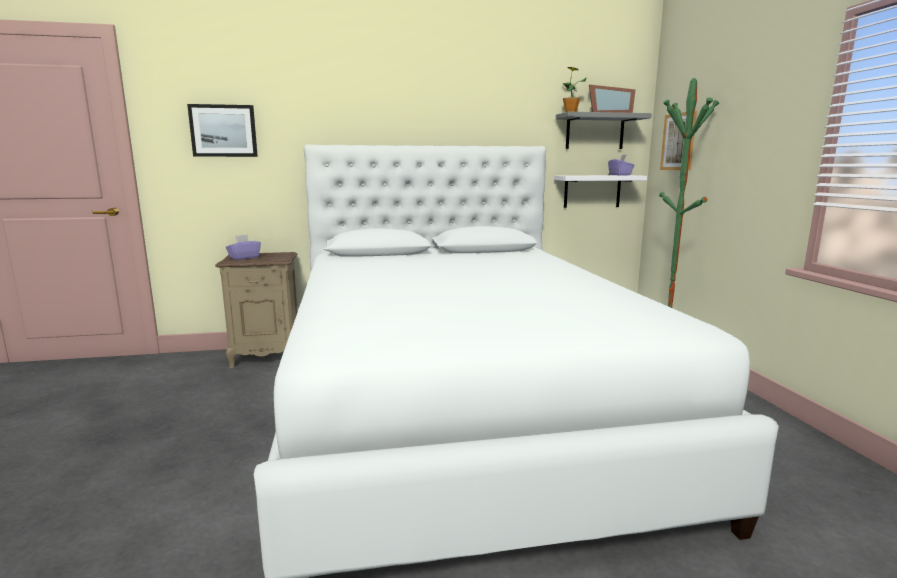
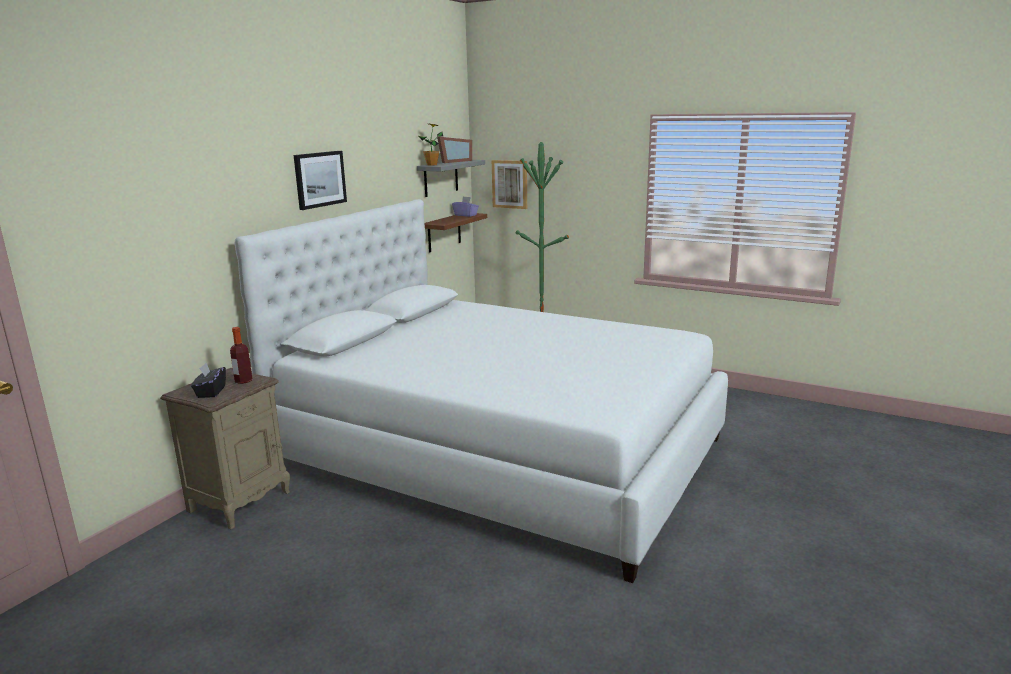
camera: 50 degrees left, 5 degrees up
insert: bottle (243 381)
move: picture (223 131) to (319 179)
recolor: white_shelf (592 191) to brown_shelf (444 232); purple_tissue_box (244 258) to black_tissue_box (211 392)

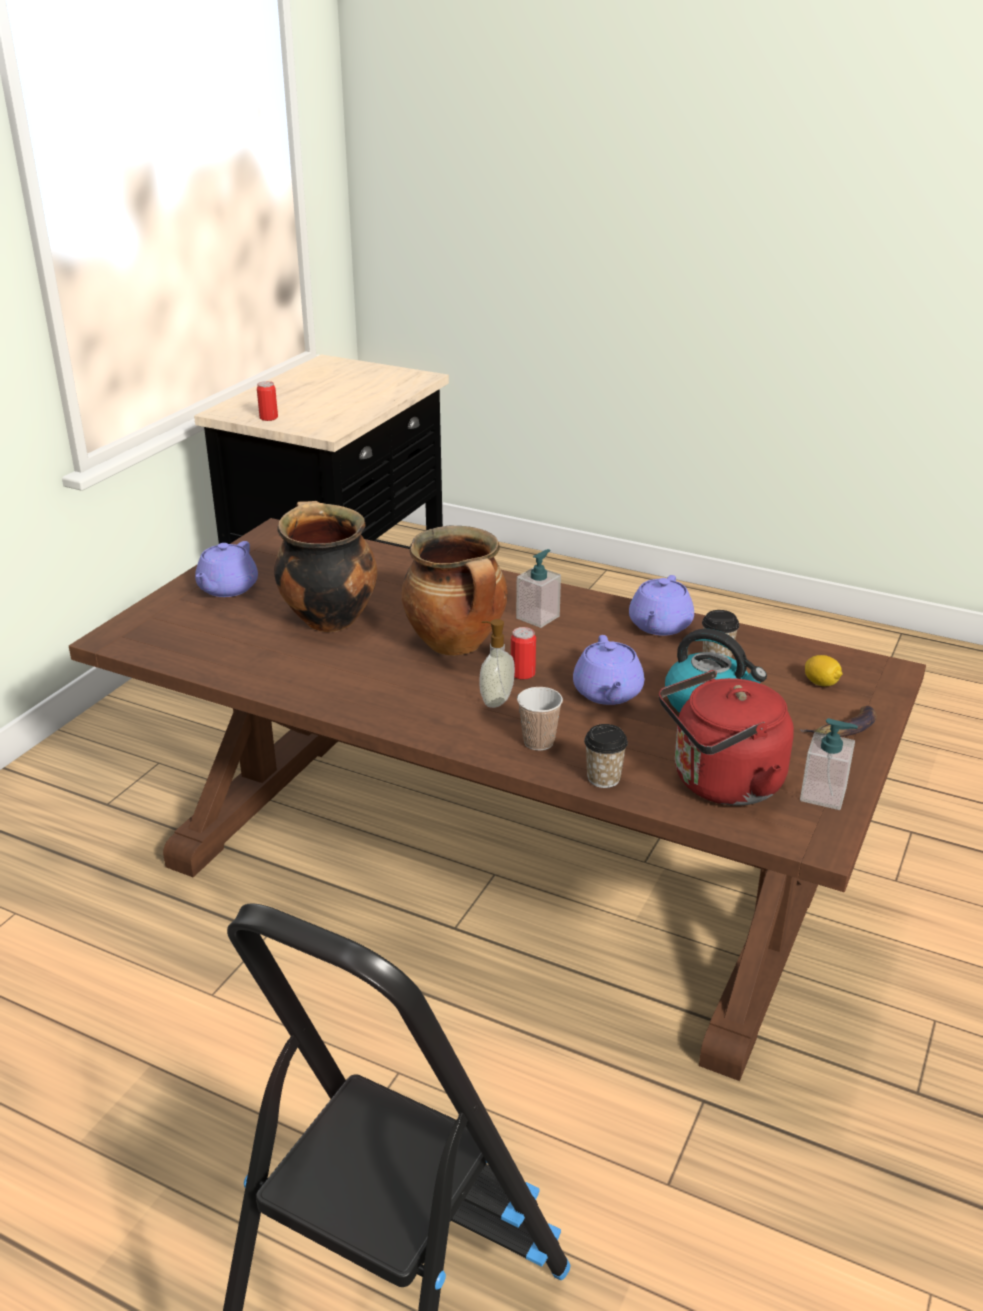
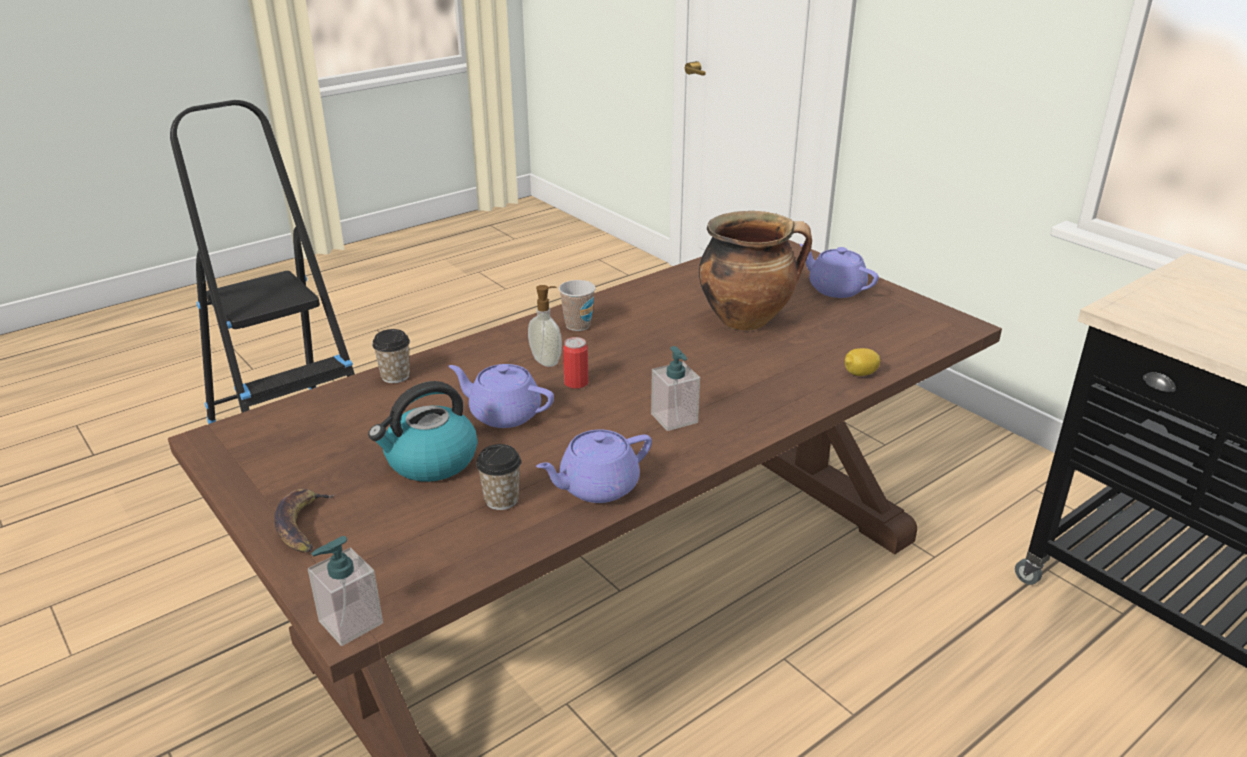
camera: 115 degrees right, 0 degrees up
delete: can (268 418); cooking_pot (457 645); red_kettle (721 784)
move: lemon (821 683) to (860 374); cup (538 742) to (578 325); soap_dispenser (823 794) to (350 622)
rotate: purple_teapot (659 626) = (597 487) 75 degrees counterclockwise

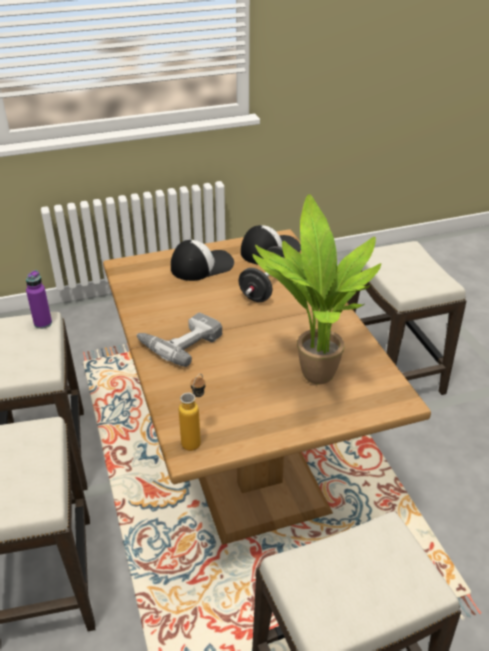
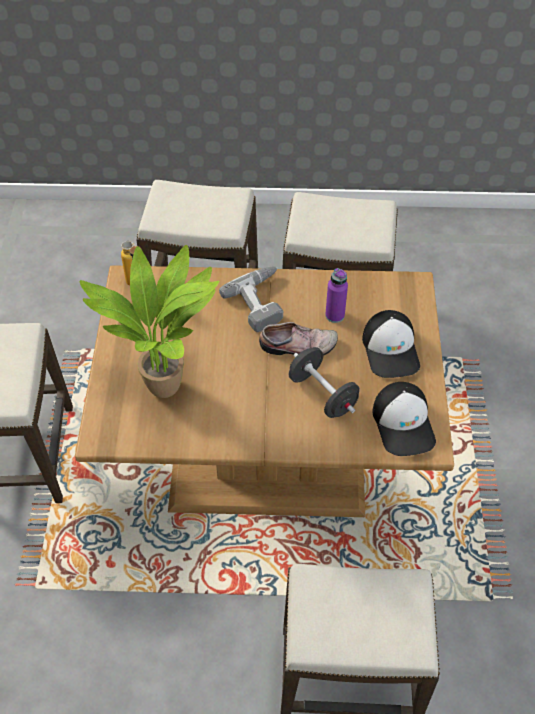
camera: 110 degrees right, 15 degrees up
insert: shoe (298 347)
move: purple_bottle (43 323) to (335 315)

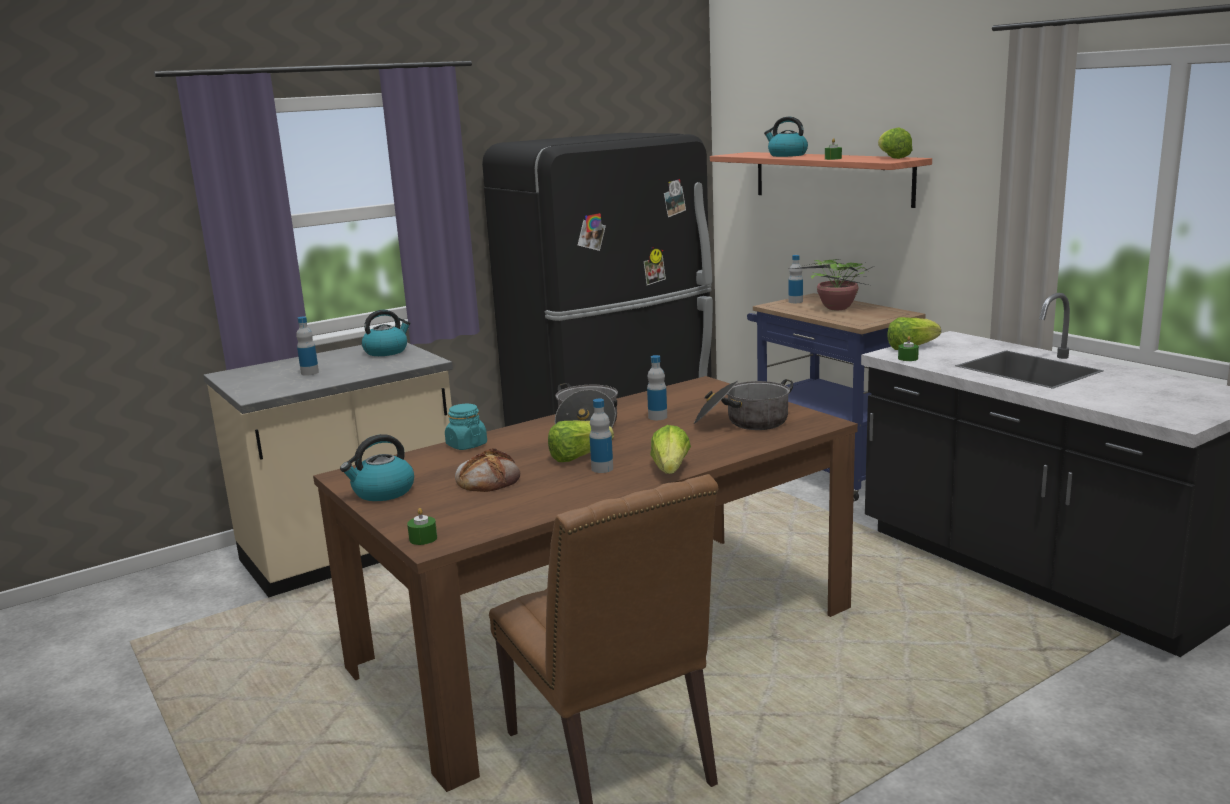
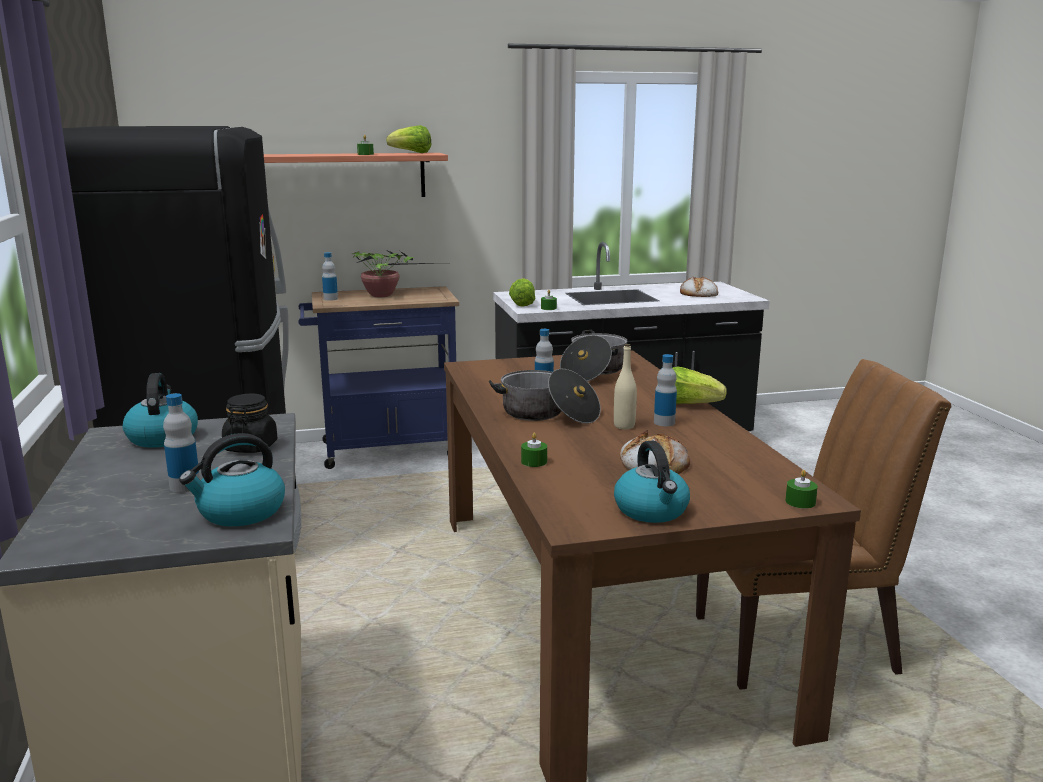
camera: 70 degrees left, 0 degrees up
insert: bread (698 293); black_jar (251 447)
move: kettle (786 155) to (240 512)
replace: turquoise_jar (466 445) to green_candle (534 461); lettuce (578 457) to beige_bottle (624 426)

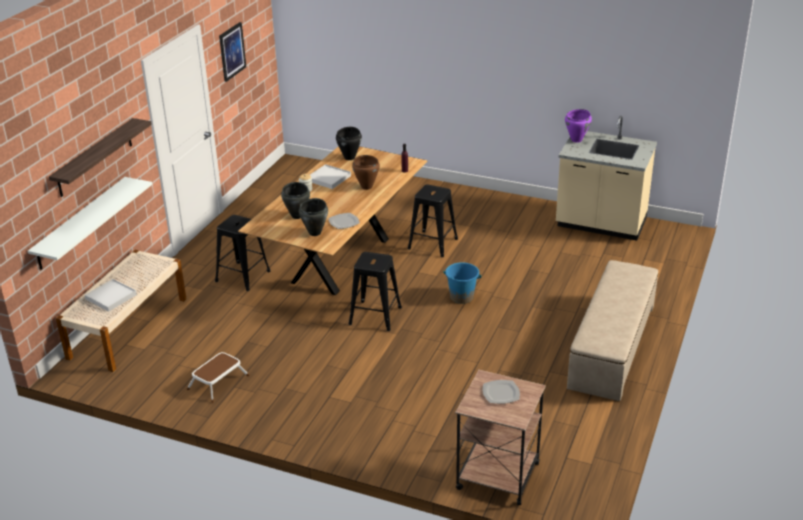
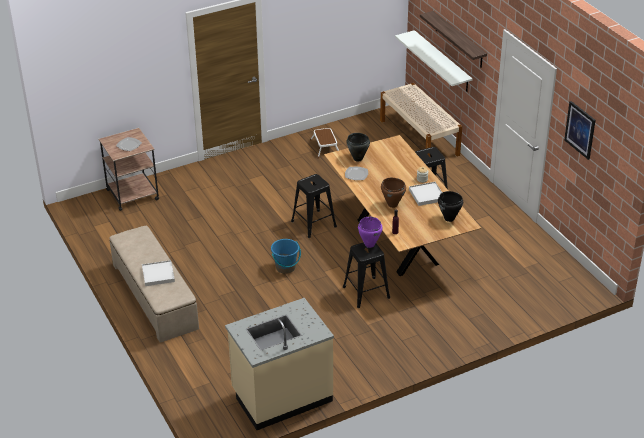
camera: 130 degrees right, 5 degrees up
delete: black_cooking_pot (297 216)
move: purple_cooking_pot (576 140) to (369 244); white_tray (111 297) to (158 274)

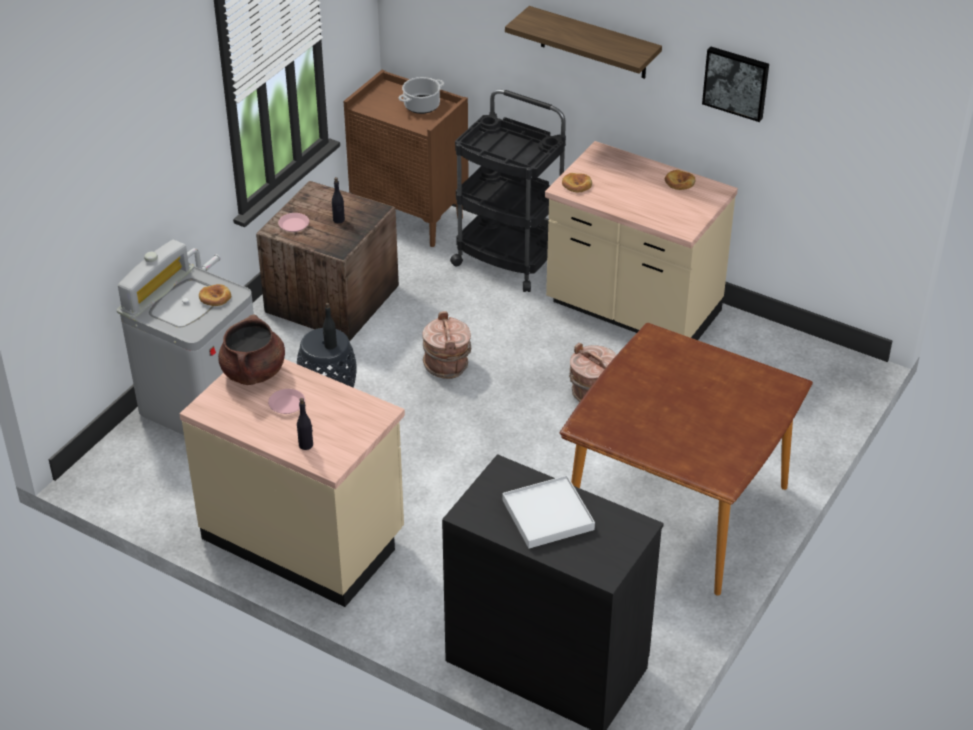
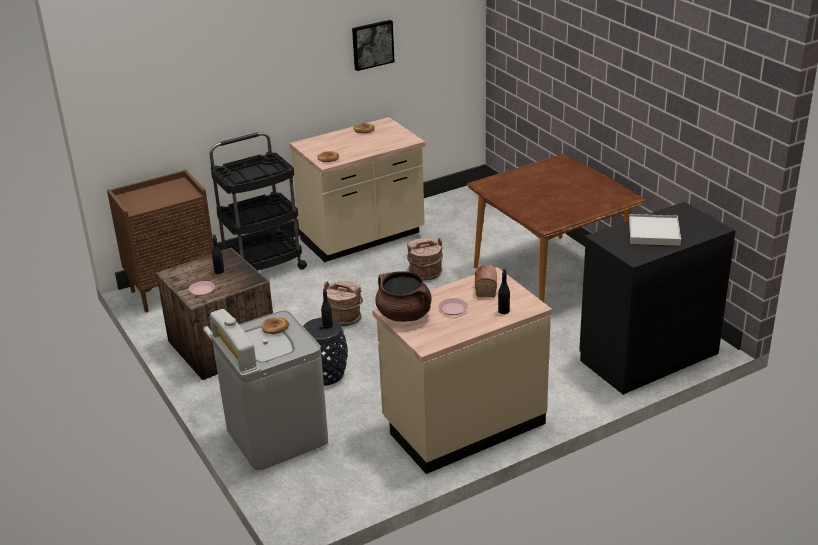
camera: 60 degrees left, 10 degrees down
delete: shelf (593 43); cooking_pot (421 106)
insert: bread (485 286)

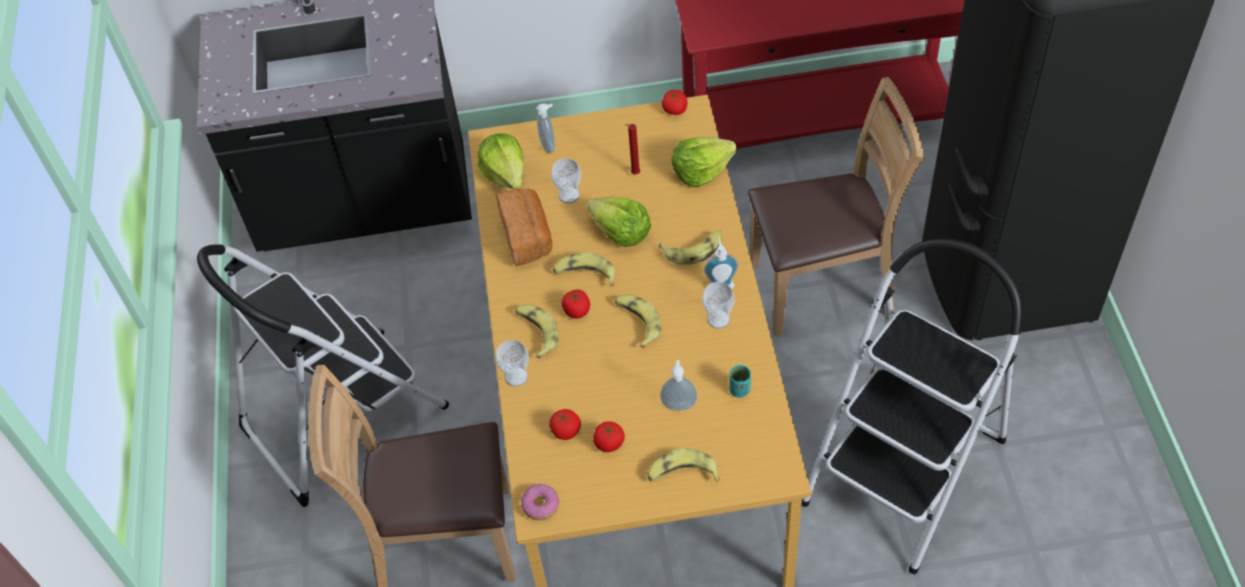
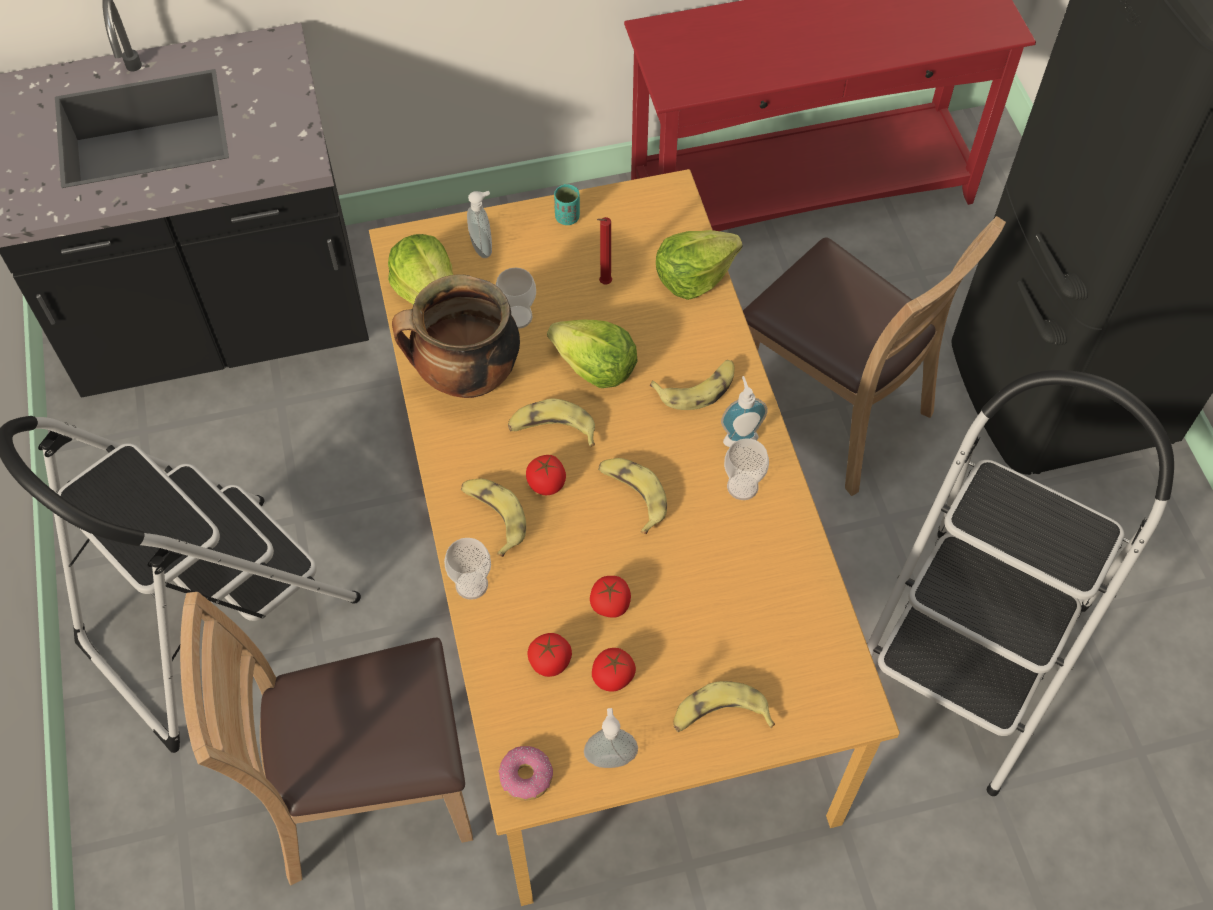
camera: 10 degrees left, 5 degrees up
move: tomato (675 110) to (610 604); soap_dispenser (679 404) to (610 757); turquoise_cup (739 390) to (567 217)
replace: bread (527 237) to cooking_pot (466 379)
rotate: brown_chair (823 286) = (834 410) 60 degrees clockwise

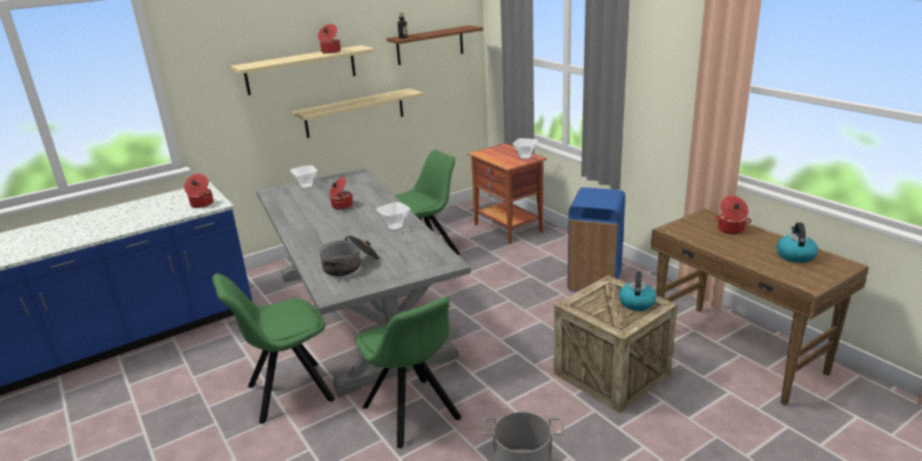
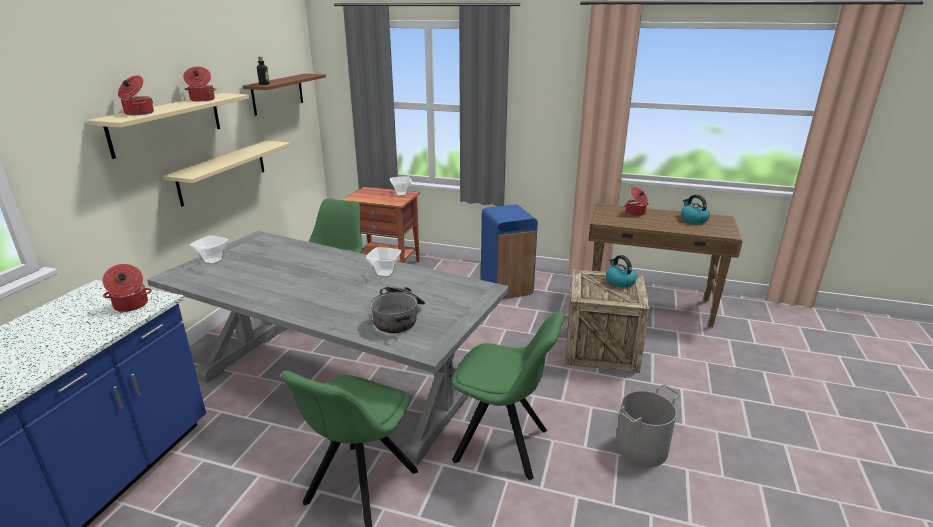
camera: 40 degrees left, 0 degrees up
move: cooking_pot (341 206) to (138 113)

